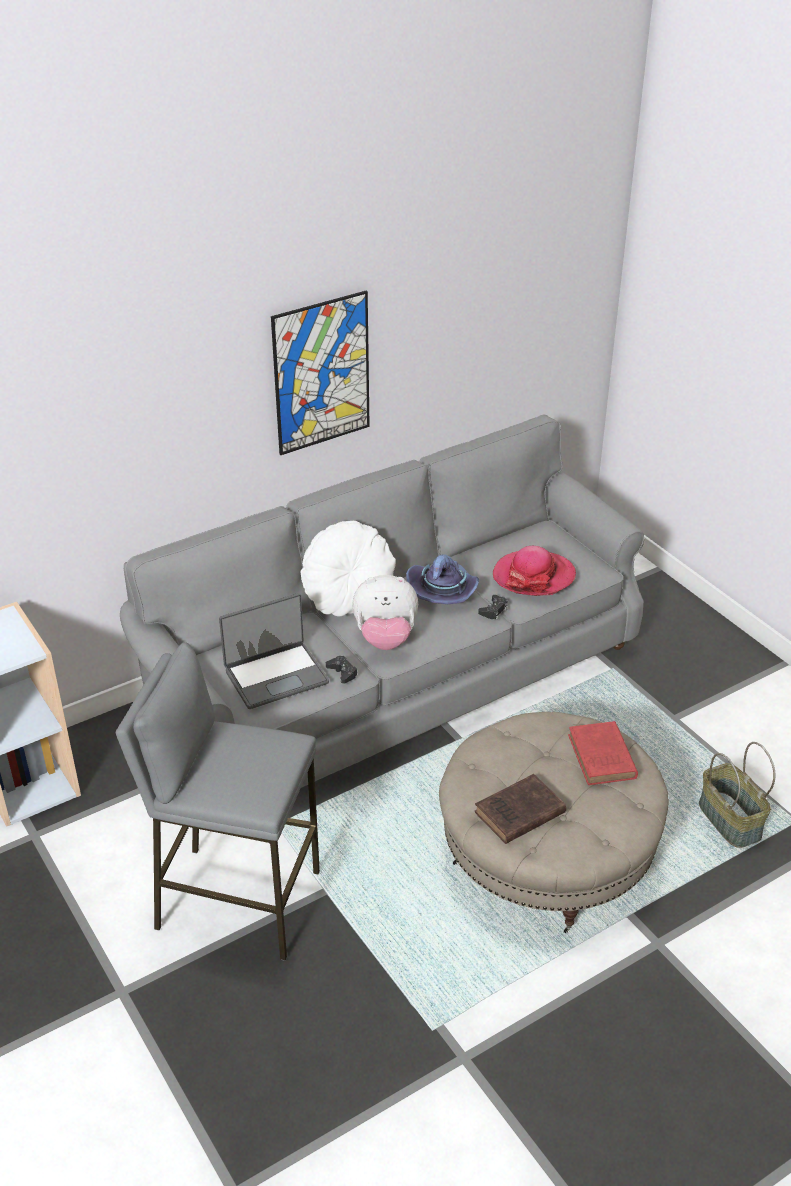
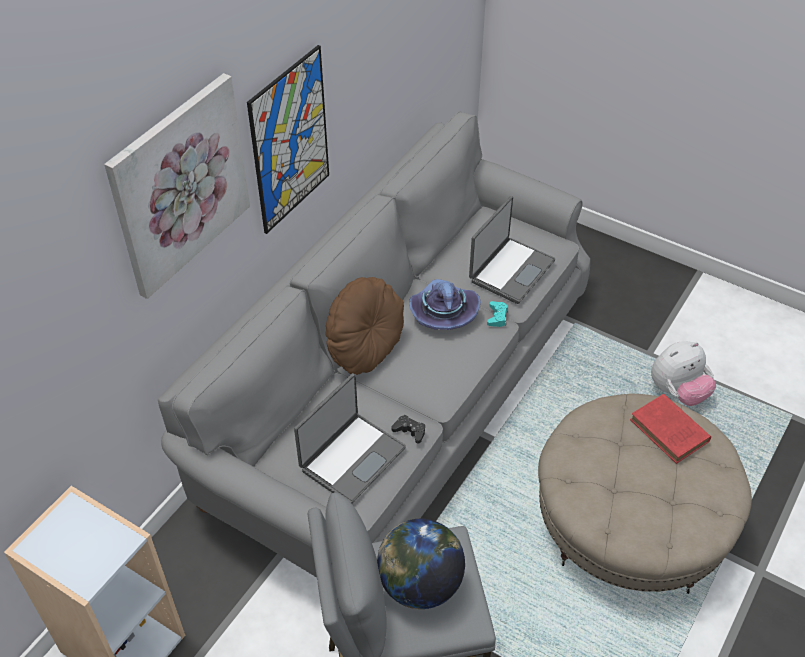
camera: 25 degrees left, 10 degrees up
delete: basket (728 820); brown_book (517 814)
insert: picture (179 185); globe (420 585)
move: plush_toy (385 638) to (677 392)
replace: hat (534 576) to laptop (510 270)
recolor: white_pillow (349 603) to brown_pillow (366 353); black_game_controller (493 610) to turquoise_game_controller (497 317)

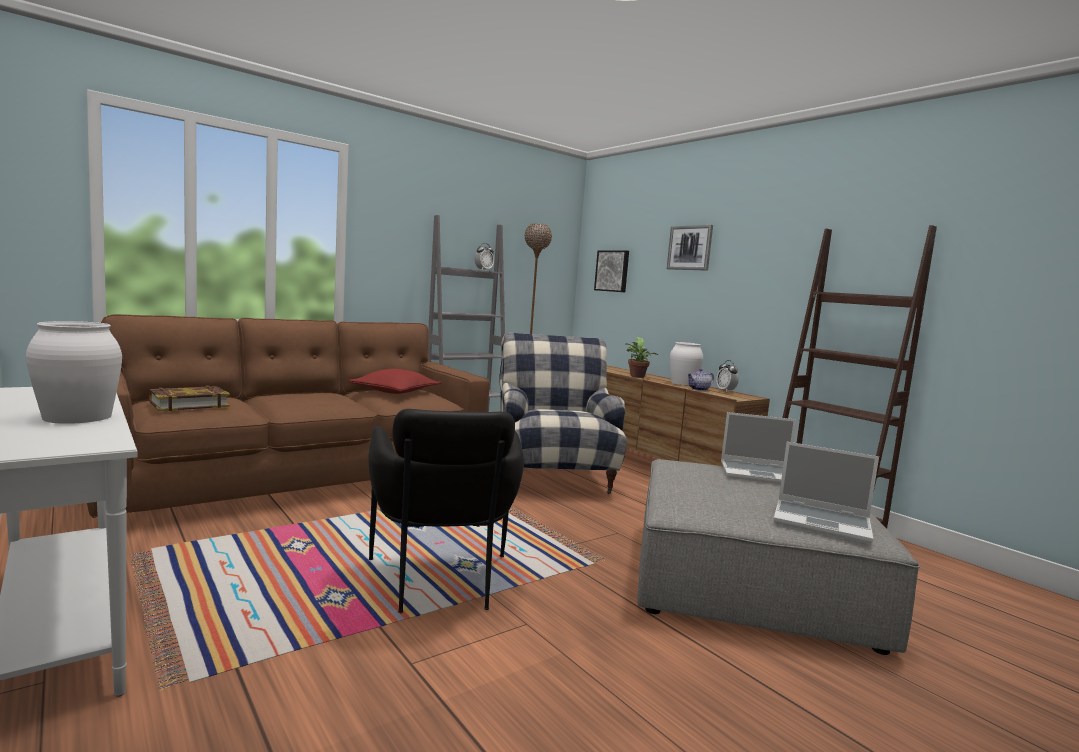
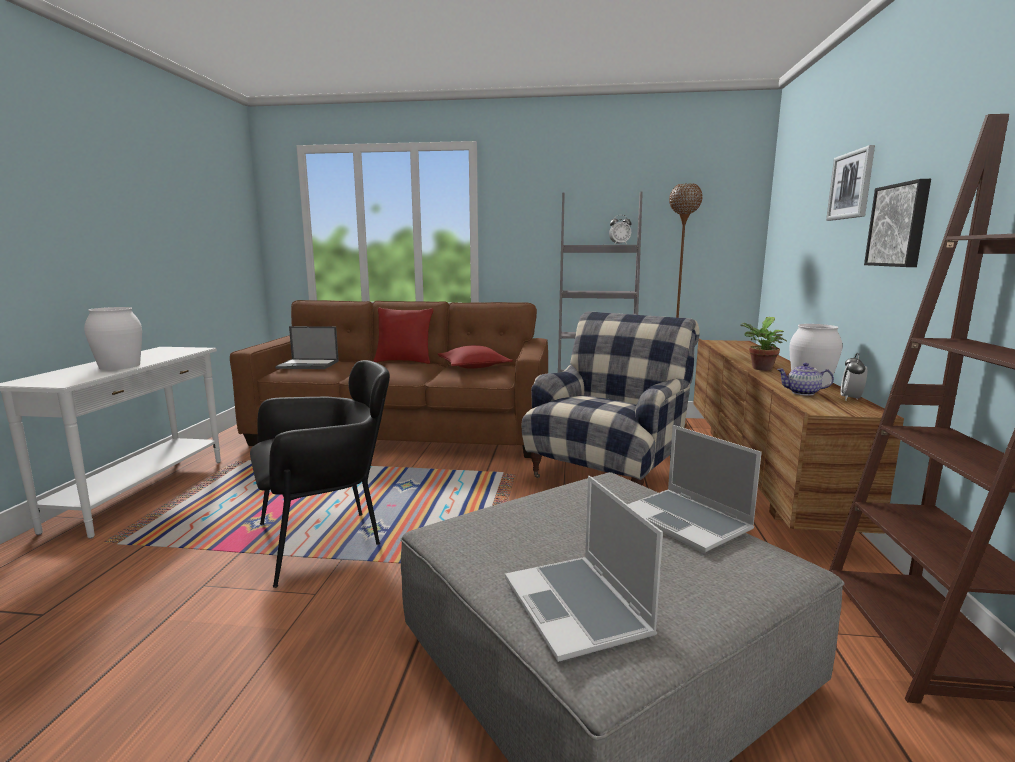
camera: 45 degrees right, 5 degrees up
insert: red_pillow (404 361)
move: picture (612 271) to (900 225)
replace: book (189 404) to laptop (309 365)
rotate: black_armchair (441 586) = (326 539) 150 degrees counterclockwise

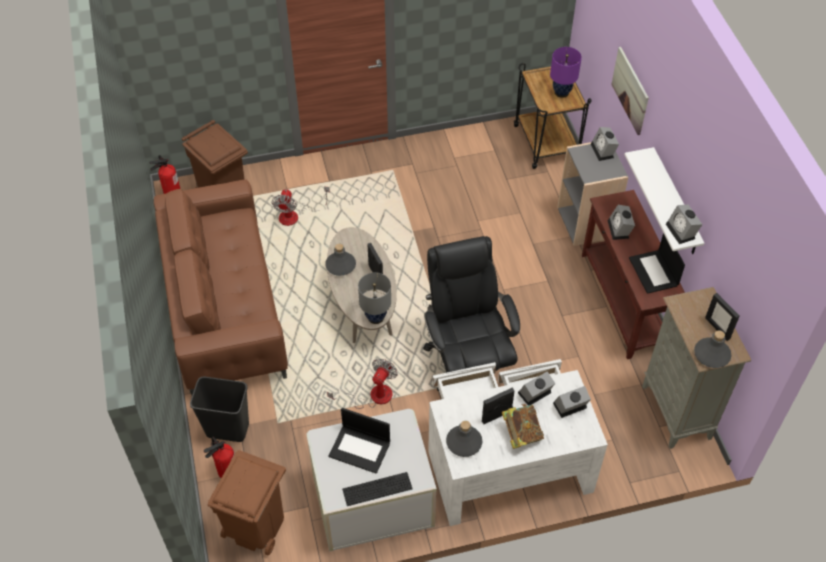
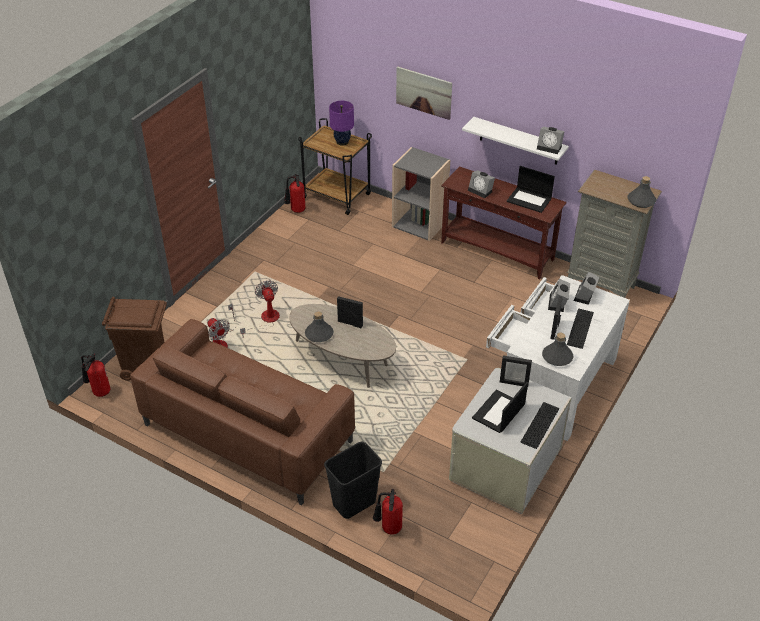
camera: 45 degrees left, 10 degrees down
delete: alarm_clock (603 151); black_office_chair (467 361); grey_table_lamp (376 317); brown_trash_can (256 526)
insert: fire_extinguisher (296 211)
move: picture_frame (718 328) to (514 383); fan (372 396) to (265 320)
replace: book (521 433) to keyboard (580 328)
rotate: laptop (360 449) = (498 412) 150 degrees clockwise

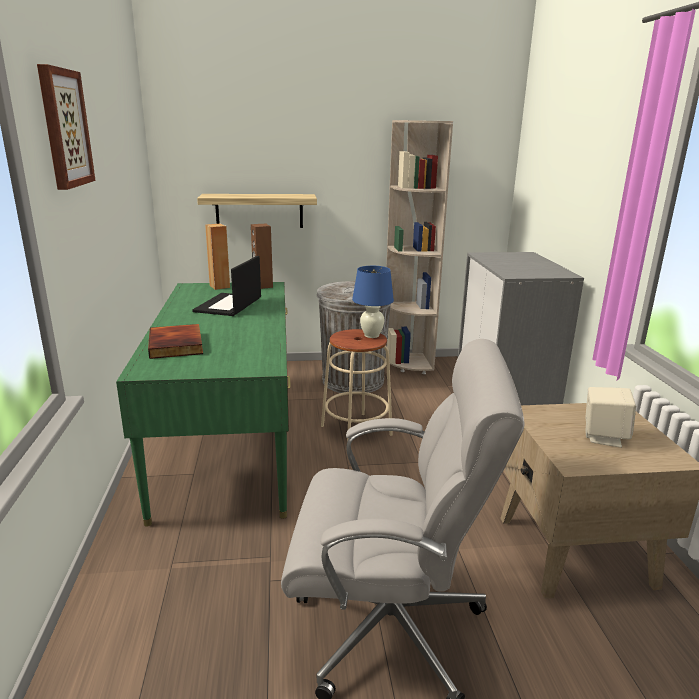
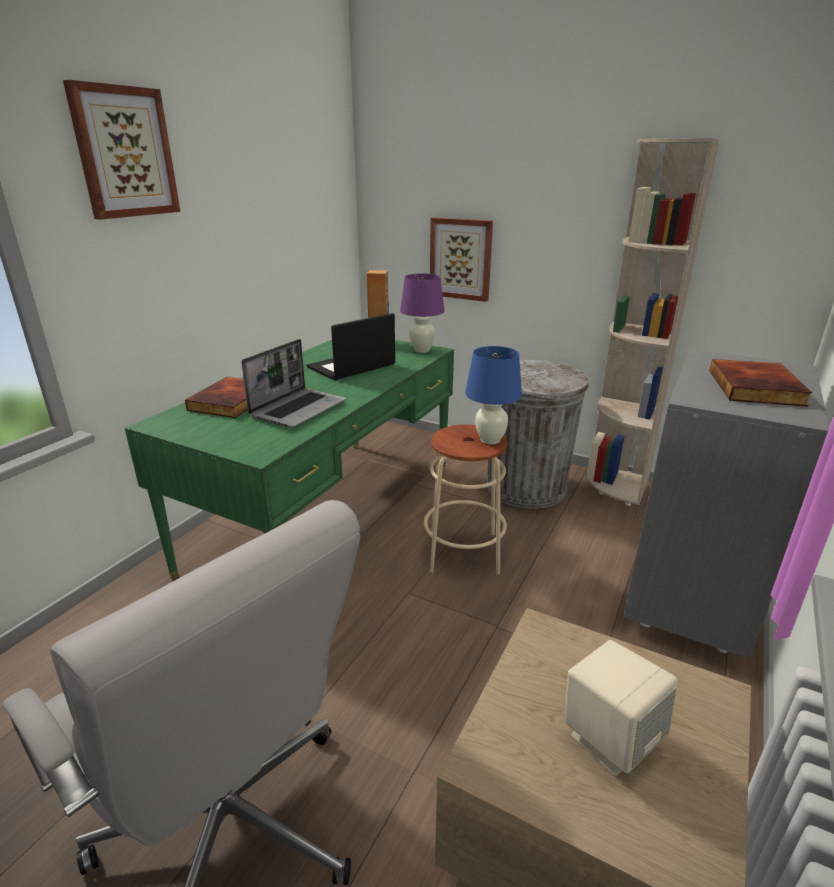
camera: 35 degrees right, 5 degrees up
insert: laptop (298 409); book (757 388)
replace: shelf (259 211) to picture (461 259); brown_speaker (262 286) to purple_table_lamp (422 350)

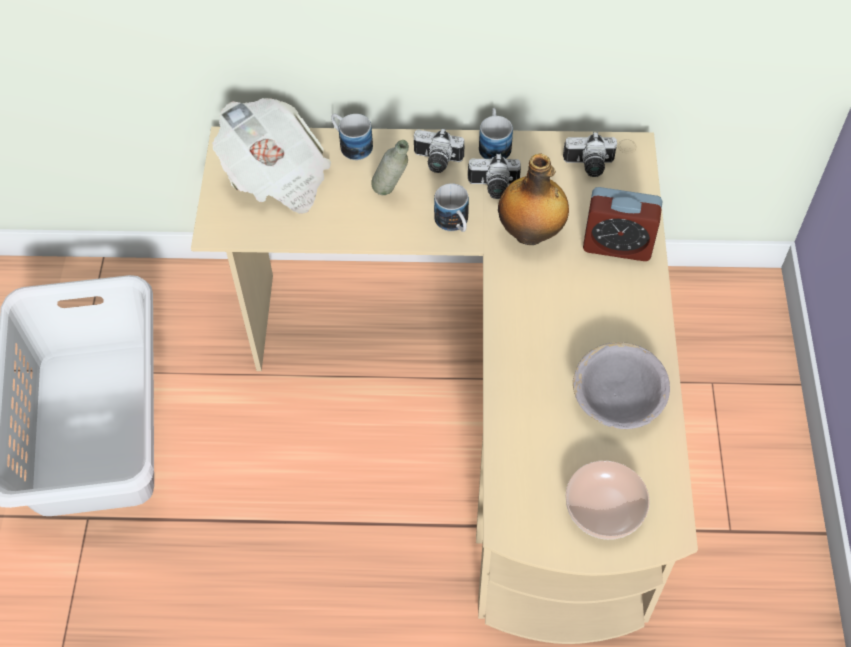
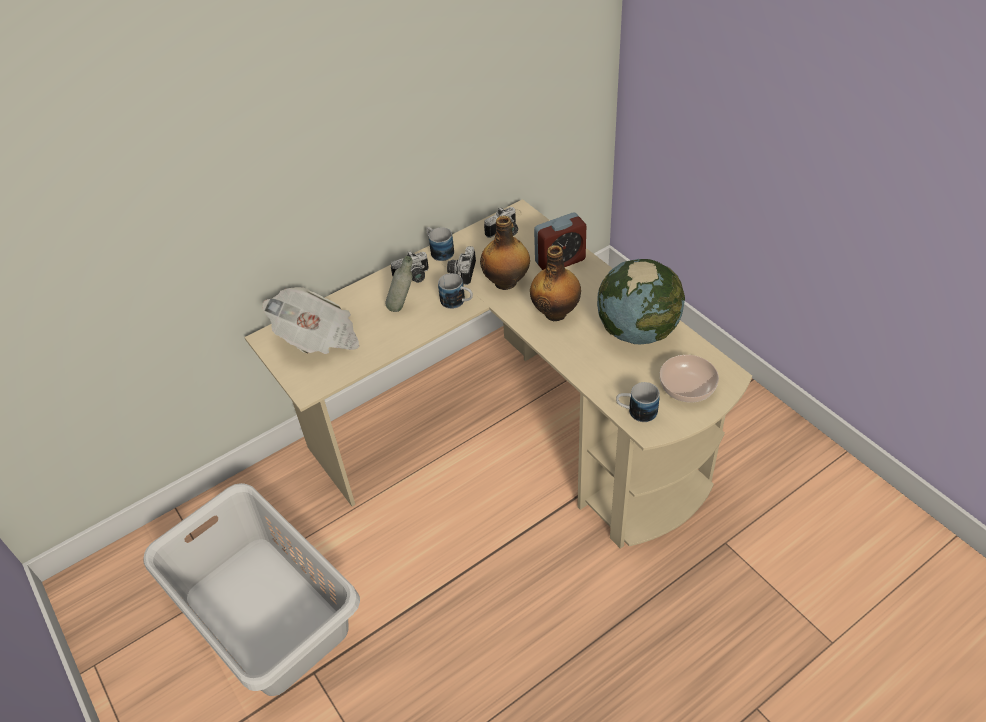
camera: 35 degrees left, 10 degrees down
insert: bottle (556 312)
move: mug (351 144) to (636 411)
replace: grey_bowl (618 398) to globe (638 332)
rotate: photo_camera (493 188) = (461 272) 135 degrees clockwise

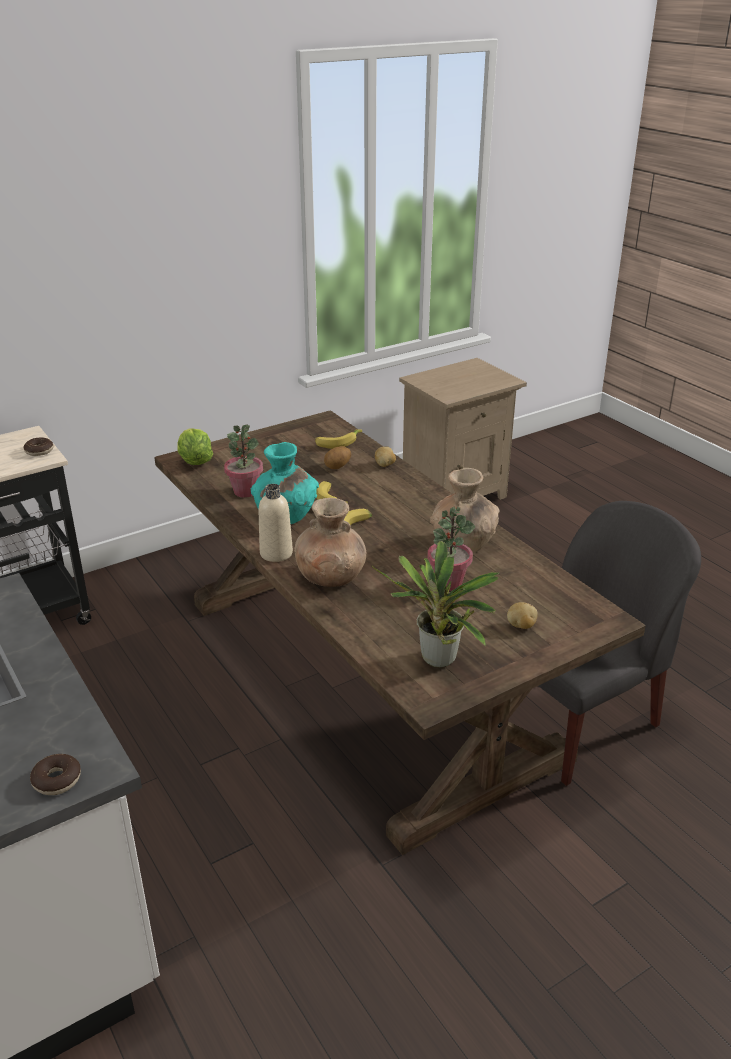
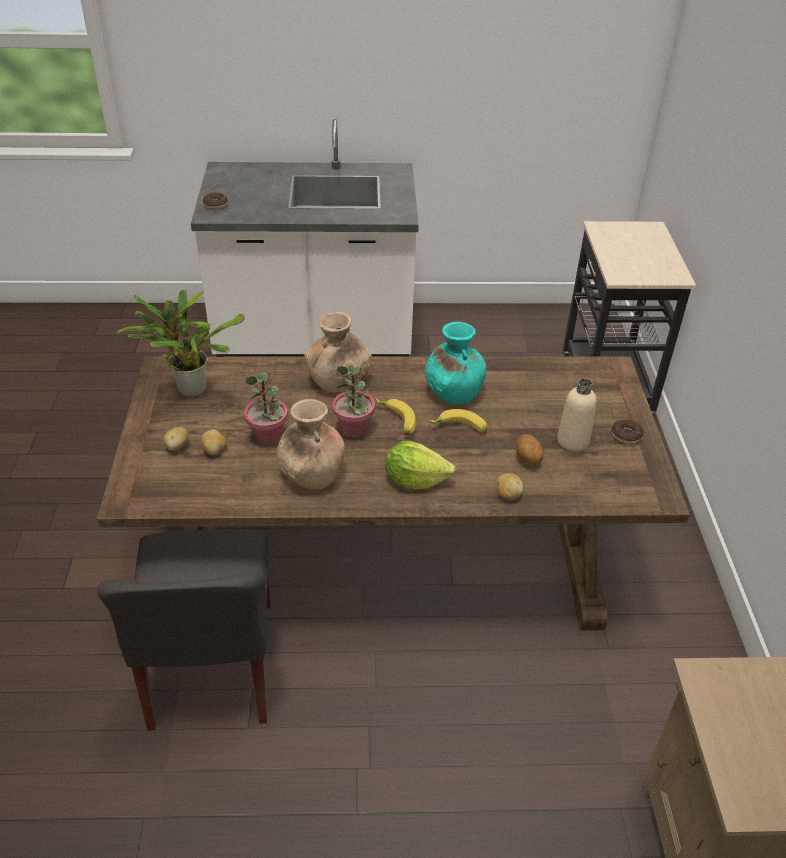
camera: 120 degrees right, 10 degrees up
delete: banana (338 443)
insert: potato (214 450)
move: potted_plant (245 491) to (354 429); lettuce (195 461) to (415 479); donut (39 451) to (626 435); beige_bottle (276 553) to (573 441)

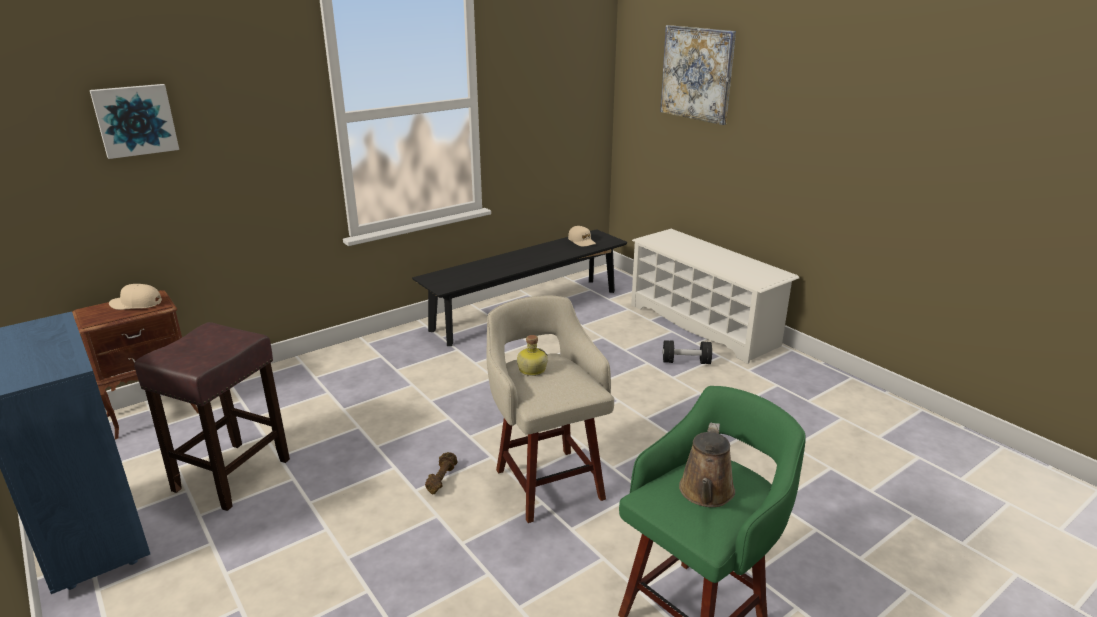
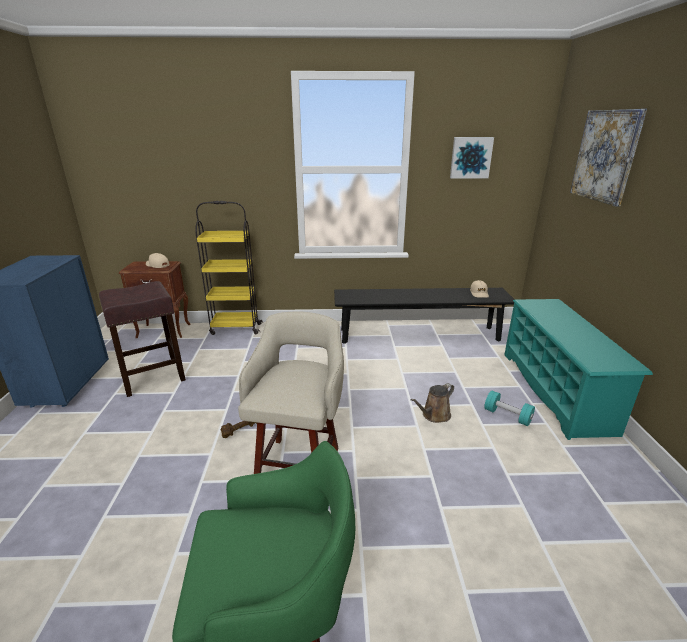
camera: 35 degrees right, 0 degrees up
delete: bottle (531 369)
insert: yellow_cart (236 329)
move: picture (135 120) to (470 157); brown_watering_can (706 493) to (434 415)
recolor: white_shoe_rack (703 325) to turquoise_shoe_rack (555 390); black_dumbbell (686 362) to turquoise_dumbbell (507 416)

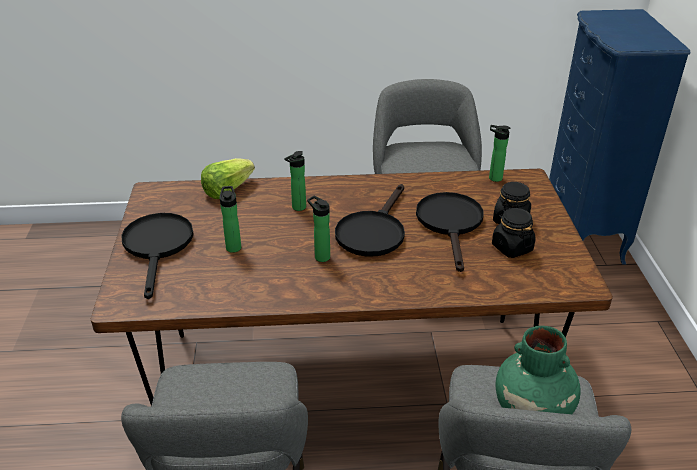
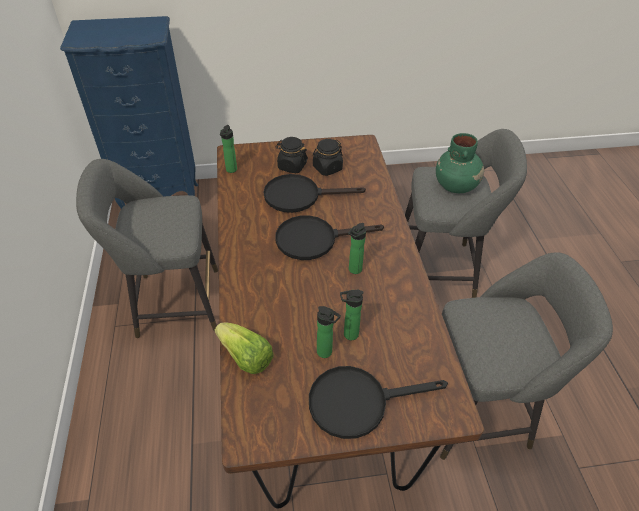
camera: 95 degrees left, 10 degrees up
move: bottle (297 208) to (326 353)
rotate: black_frying_pan (373 231) = (314 239) 150 degrees clockwise

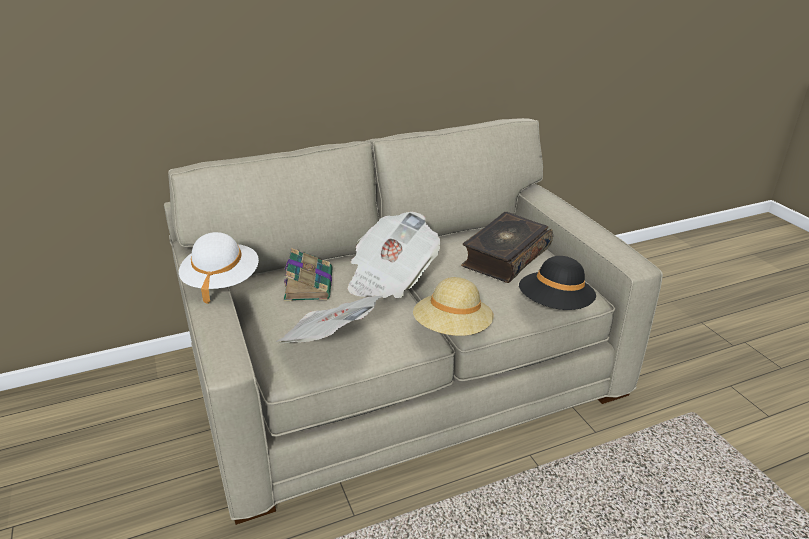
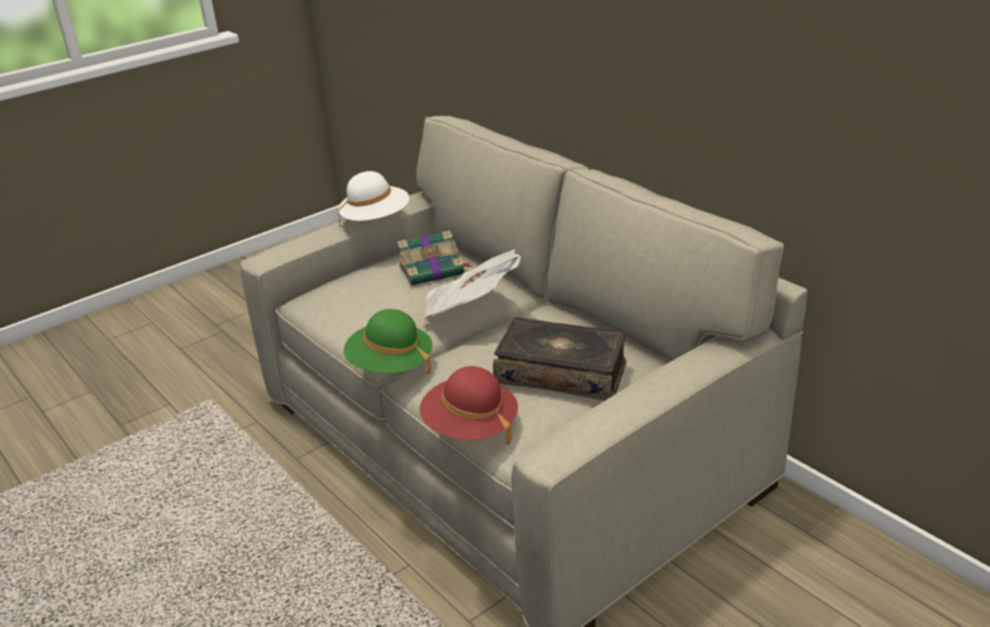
camera: 75 degrees right, 0 degrees up
delete: newspaper (330 342)
recolor: black_hat (555 305) to red_hat (470 427); beige_hat (452 330) to green_hat (390 366)

